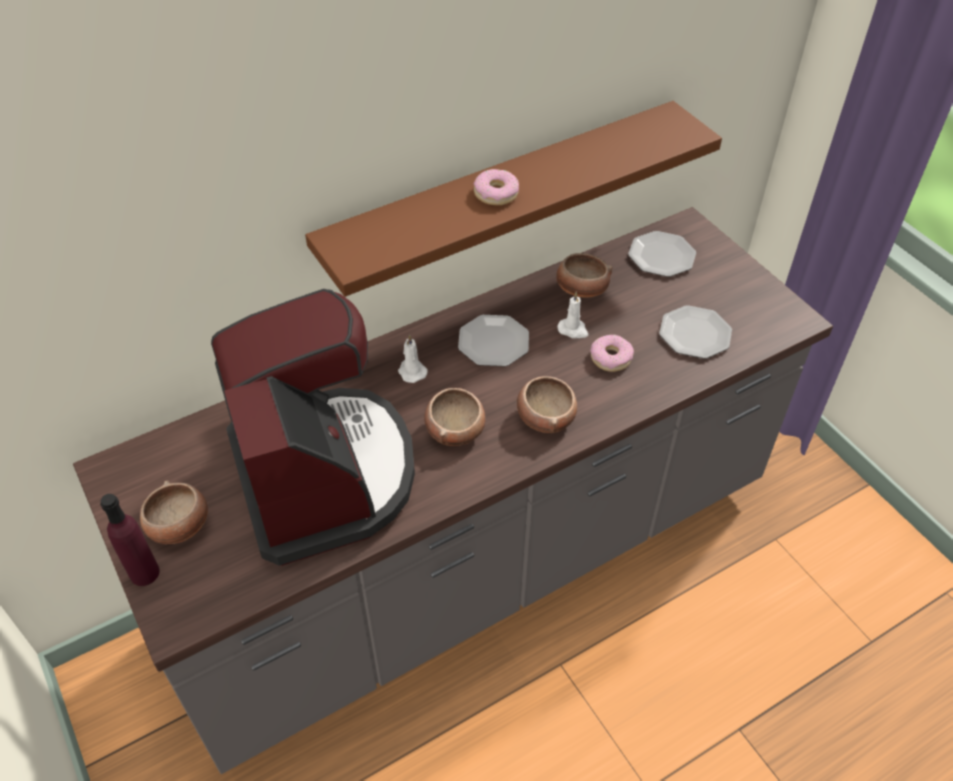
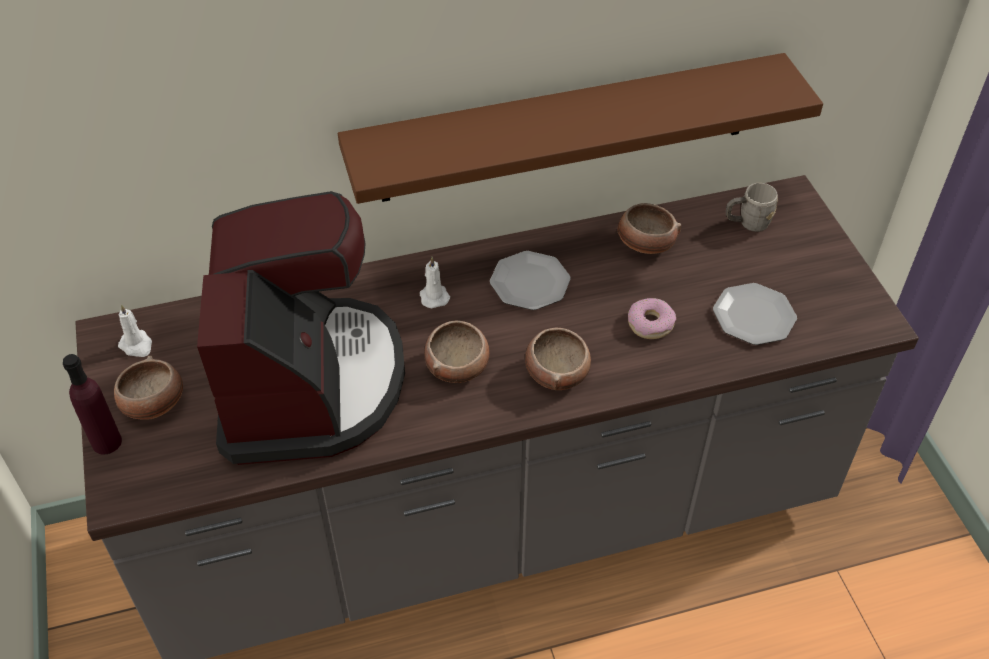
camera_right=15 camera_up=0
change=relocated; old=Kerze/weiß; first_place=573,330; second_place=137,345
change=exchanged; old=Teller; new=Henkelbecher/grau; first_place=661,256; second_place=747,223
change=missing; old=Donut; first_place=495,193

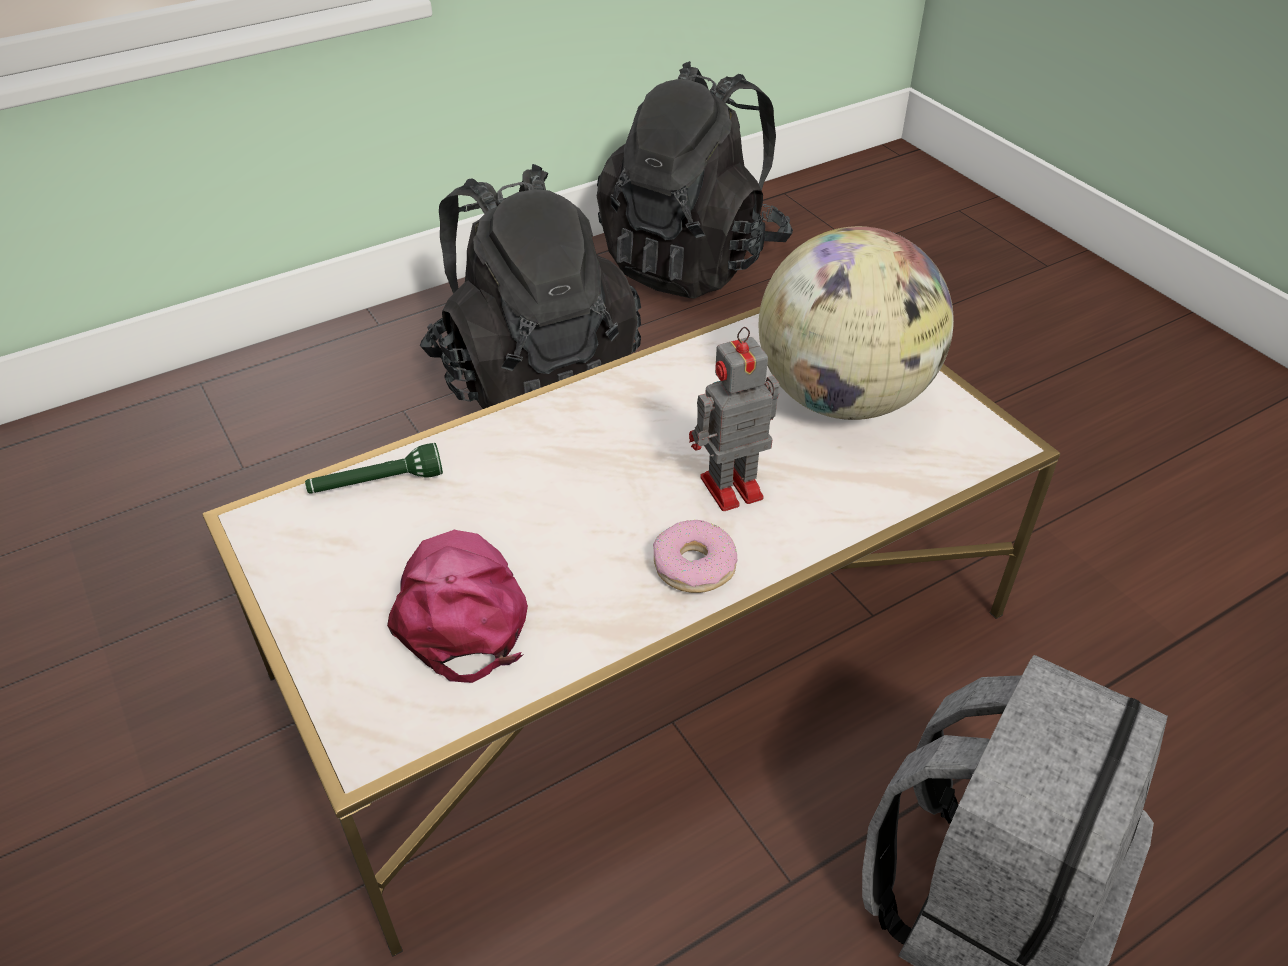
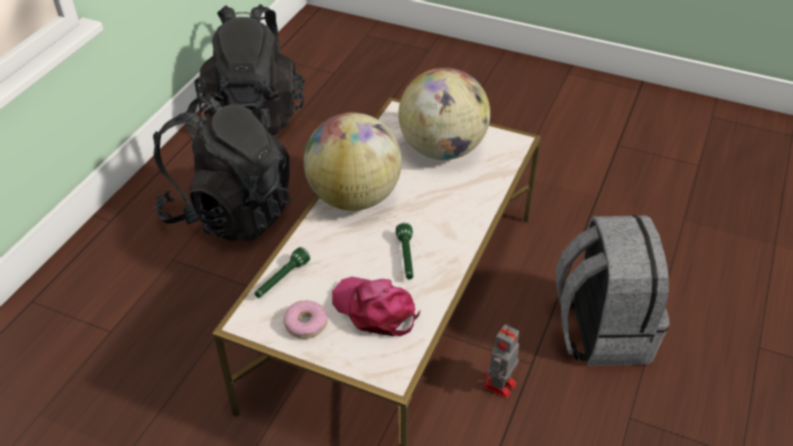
camera_right=-35 camera_up=0
change=relocated; old=Donut; first_place=694,565; second_place=306,324
change=appeared; new=Globus; second_place=354,197
change=appeared; new=Taschenlampe/grün; second_place=406,258
change=relocated; old=Spielzeugroboter; first_place=728,488; second_place=499,386

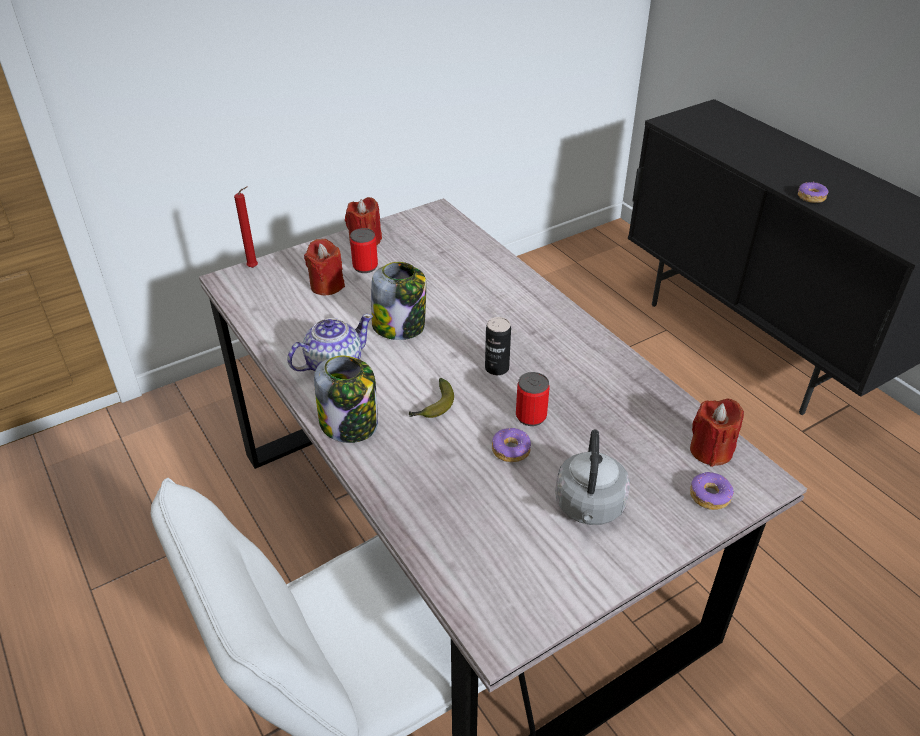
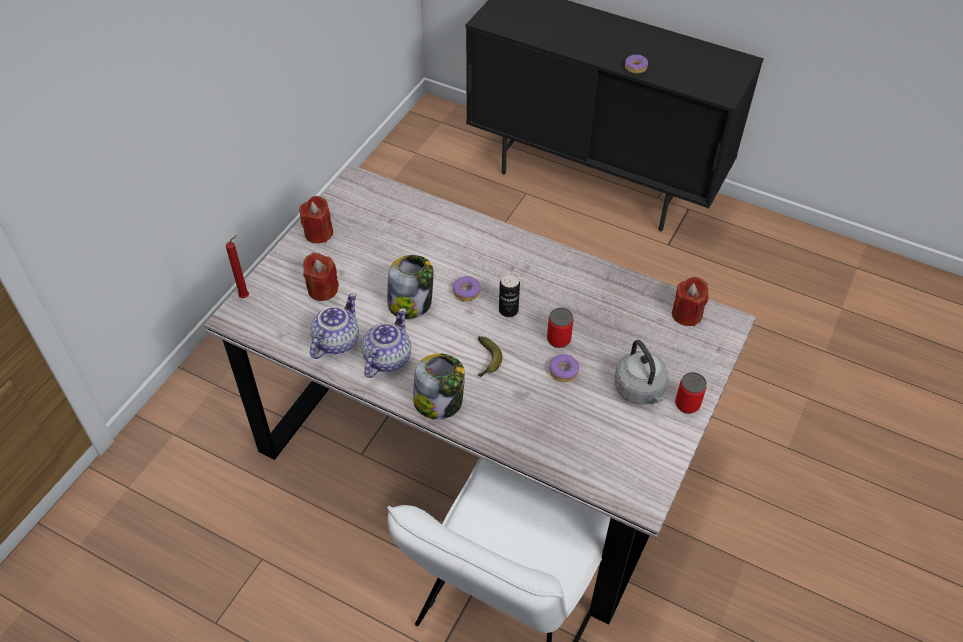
camera_right=-30 camera_up=10
change=appeared; new=Teekanne; second_place=336,341
change=relocated; old=Donut; first_place=709,496; second_place=466,292
change=relocated; old=Dose; first_place=365,267; second_place=687,404

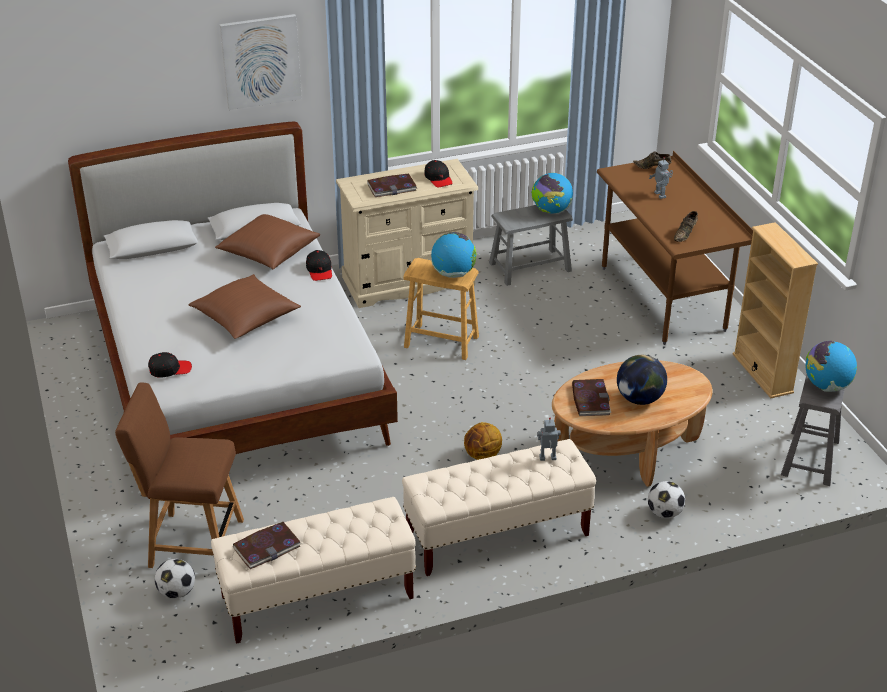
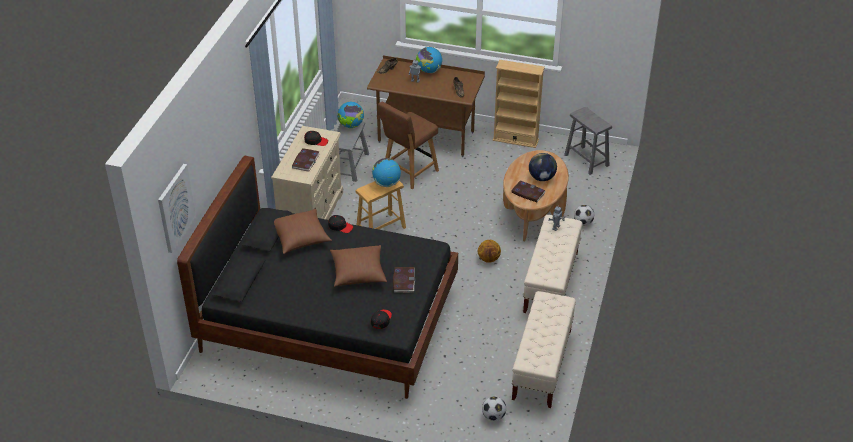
camera_right=-55 camera_up=5
change=relocated; old=Bild; first_place=261,61; second_place=175,208
change=colour; old=Bett/weiß; new=Bett/schwarz; first_place=237,376; second_place=330,319
change=relocated; old=Stuhl/braun; first_place=191,542; second_place=408,173
change=relocated; old=Buch; first_place=267,547; second_place=403,281
change=relocated; old=Globus; first_place=826,386; second_place=429,71

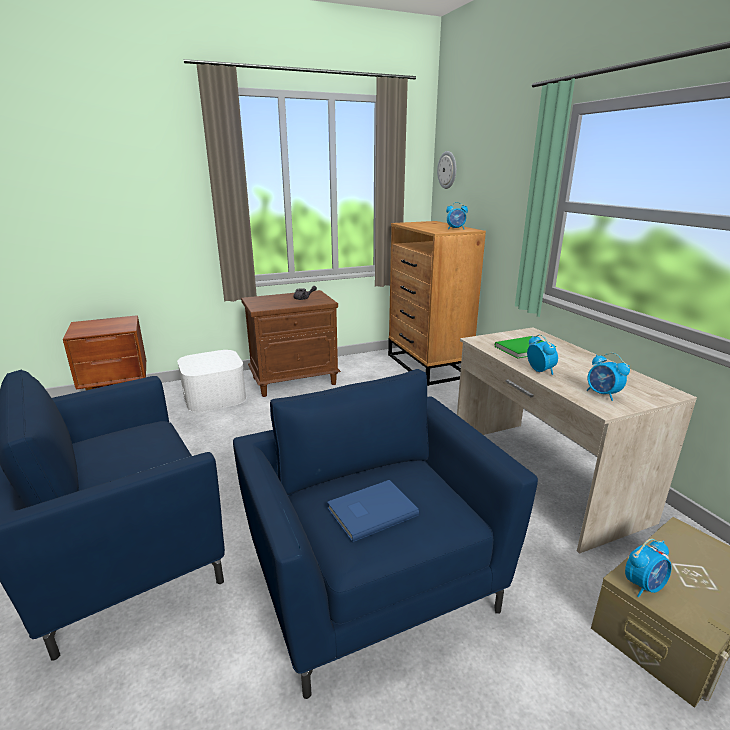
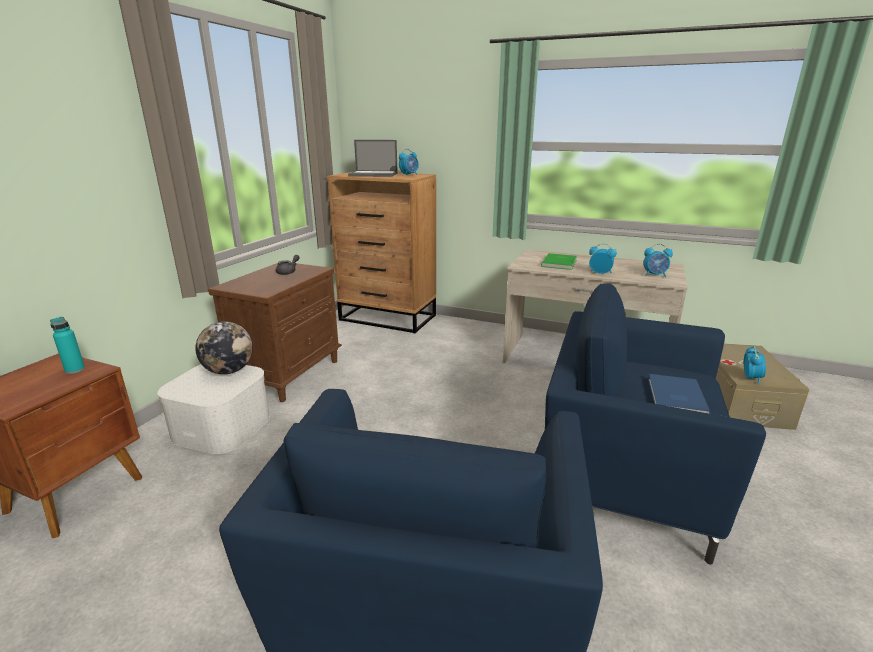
camera_right=-45 camera_up=0
change=appeared; new=Flasche/türkis; second_place=75,370
change=appeared; new=Globus; second_place=229,371
change=appeared; new=Laptop; second_place=374,174
change=missing; old=Wanduhr; first_place=447,170

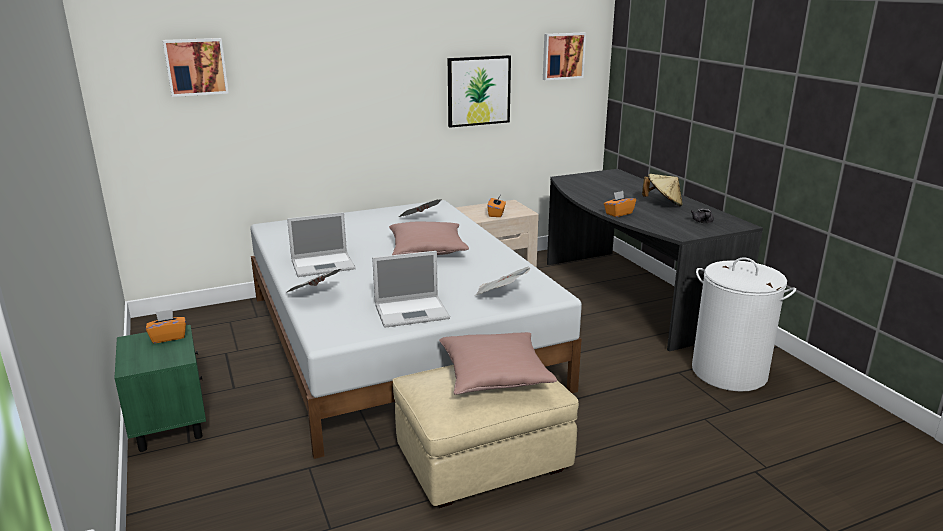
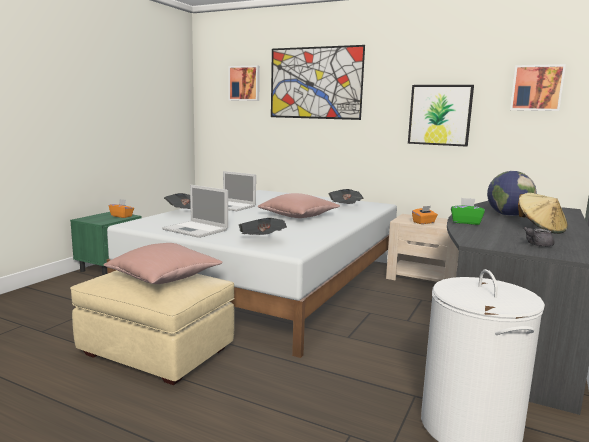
camera_right=50 camera_up=-10
change=appeared; new=Bild; second_place=315,83
change=colour; old=Taschentuchbox/orange; new=Taschentuchbox/grün; first_place=618,213; second_place=465,222
change=appeared; new=Globus; second_place=508,215

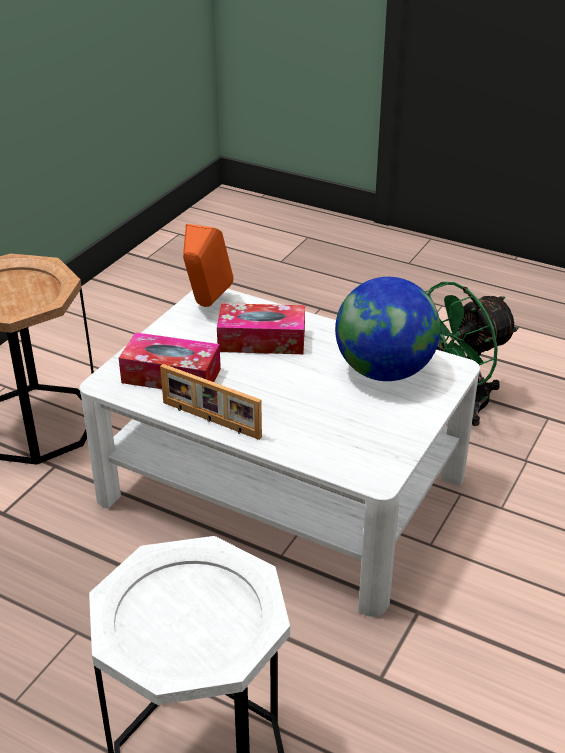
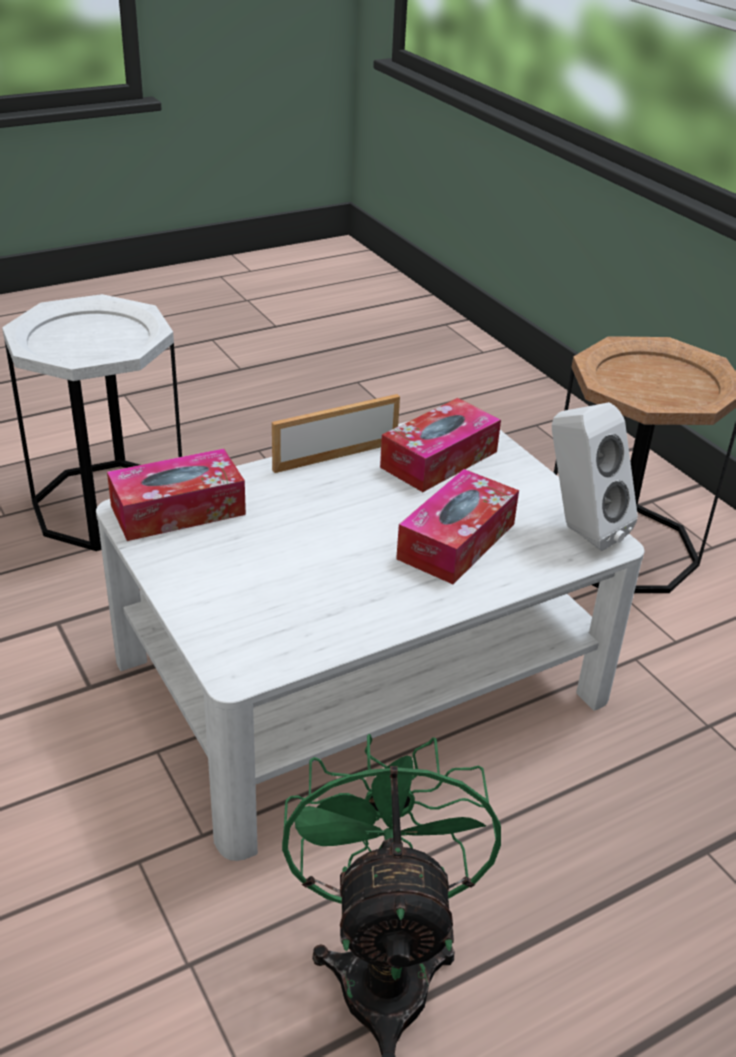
camera_right=120 camera_up=0
change=appeared; new=Taschentuchbox; second_place=178,510
change=colour; old=Lautsprecher/orange; new=Lautsprecher/weiß; first_place=206,305; second_place=579,531
change=missing; old=Globus; first_place=384,371

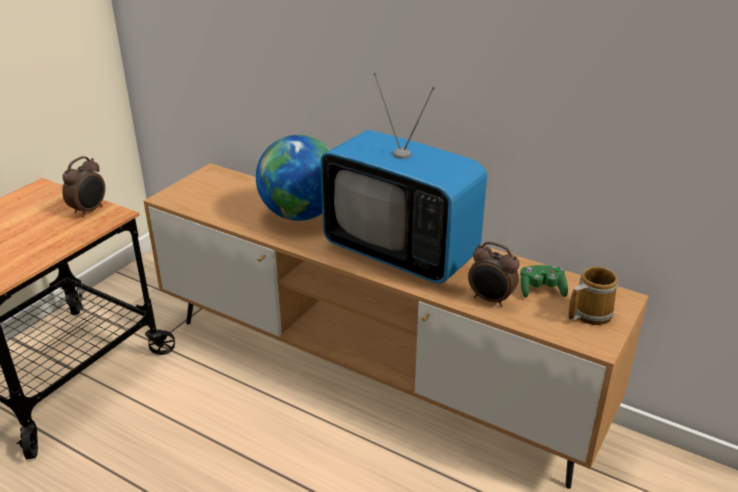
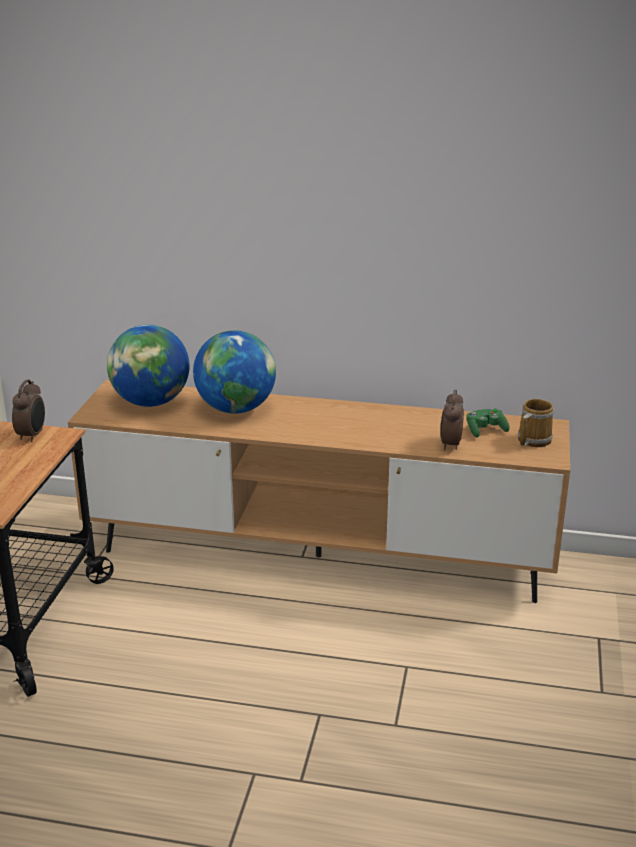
camera_right=-20 camera_up=-5
change=appeared; new=Globus; second_place=151,402
change=spun; old=Wecker; first_place=490,300; second_place=450,444; degrees=90
change=missing; old=Fernseher; first_place=400,253

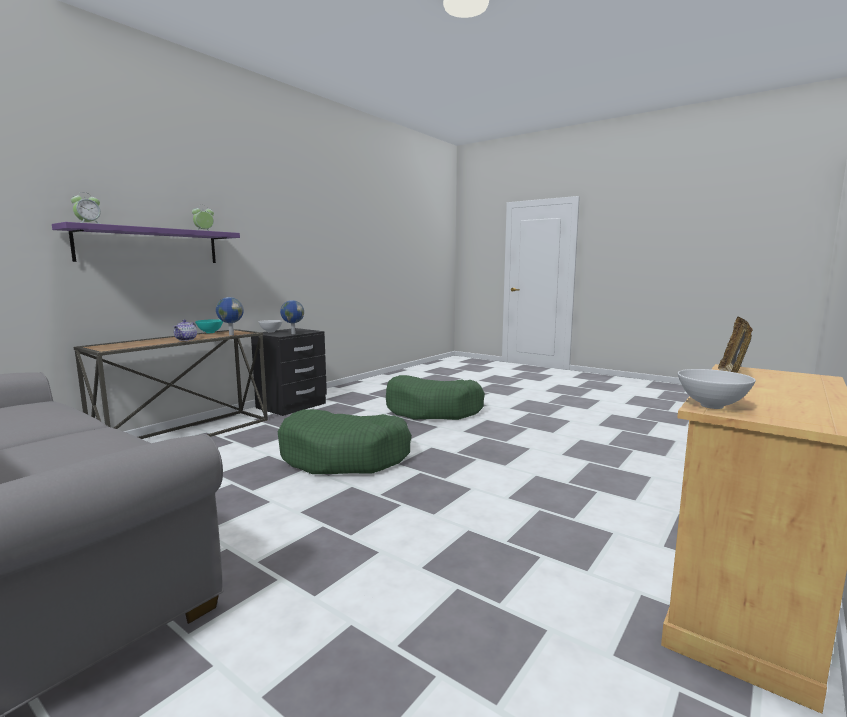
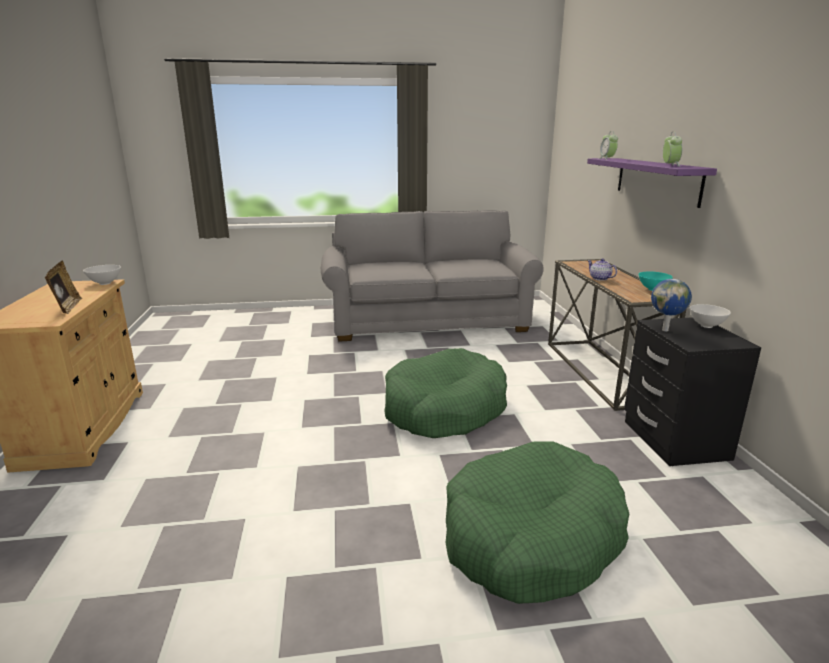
camera_right=135 camera_up=10
change=missing; old=Globus; first_place=231,335

